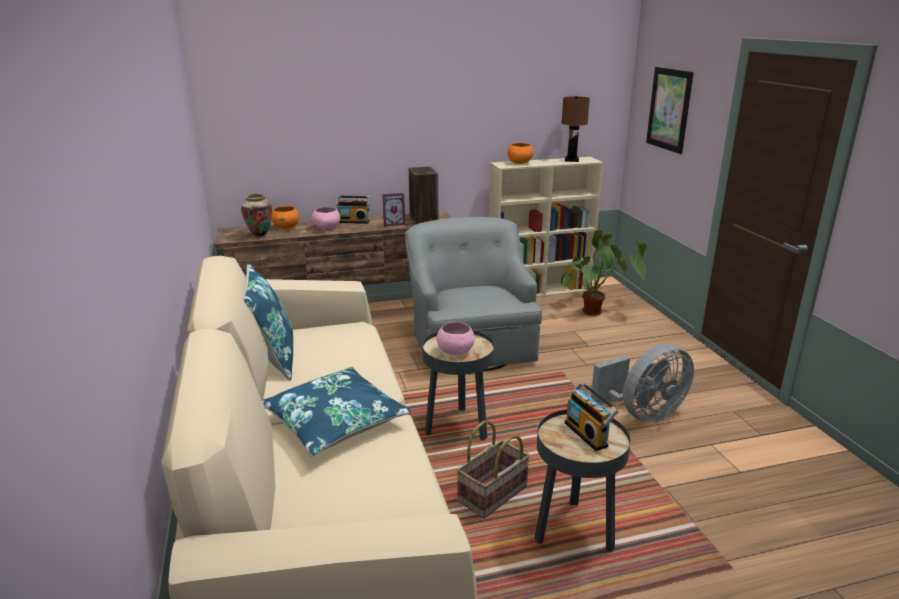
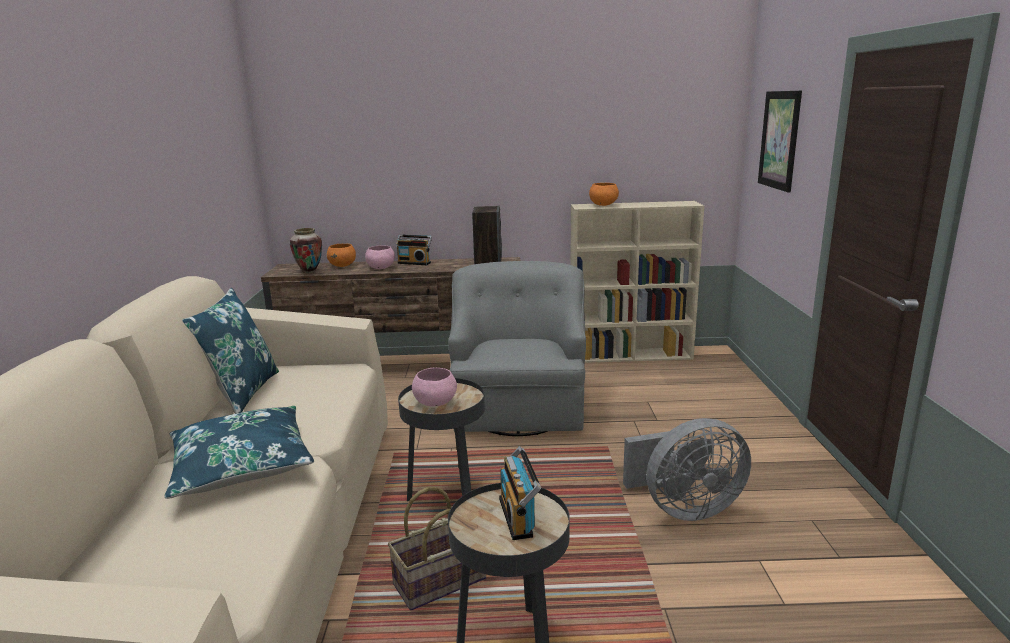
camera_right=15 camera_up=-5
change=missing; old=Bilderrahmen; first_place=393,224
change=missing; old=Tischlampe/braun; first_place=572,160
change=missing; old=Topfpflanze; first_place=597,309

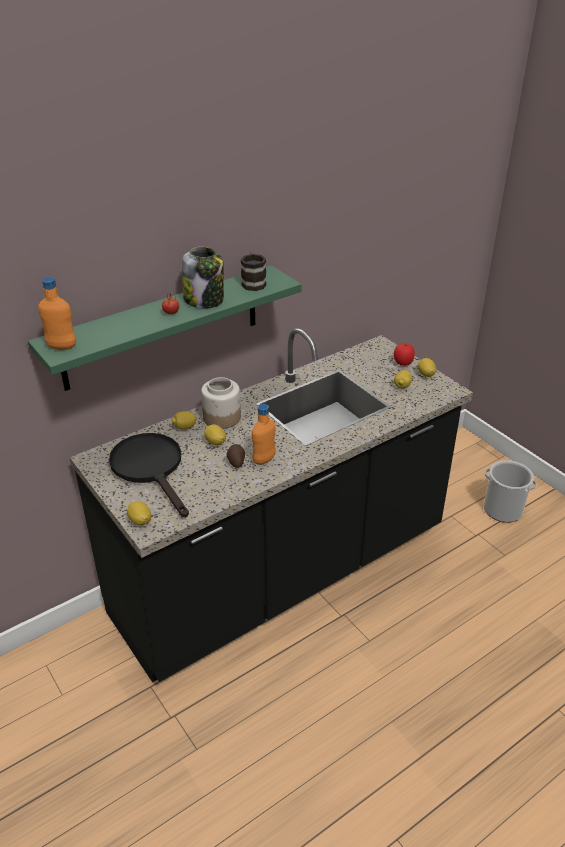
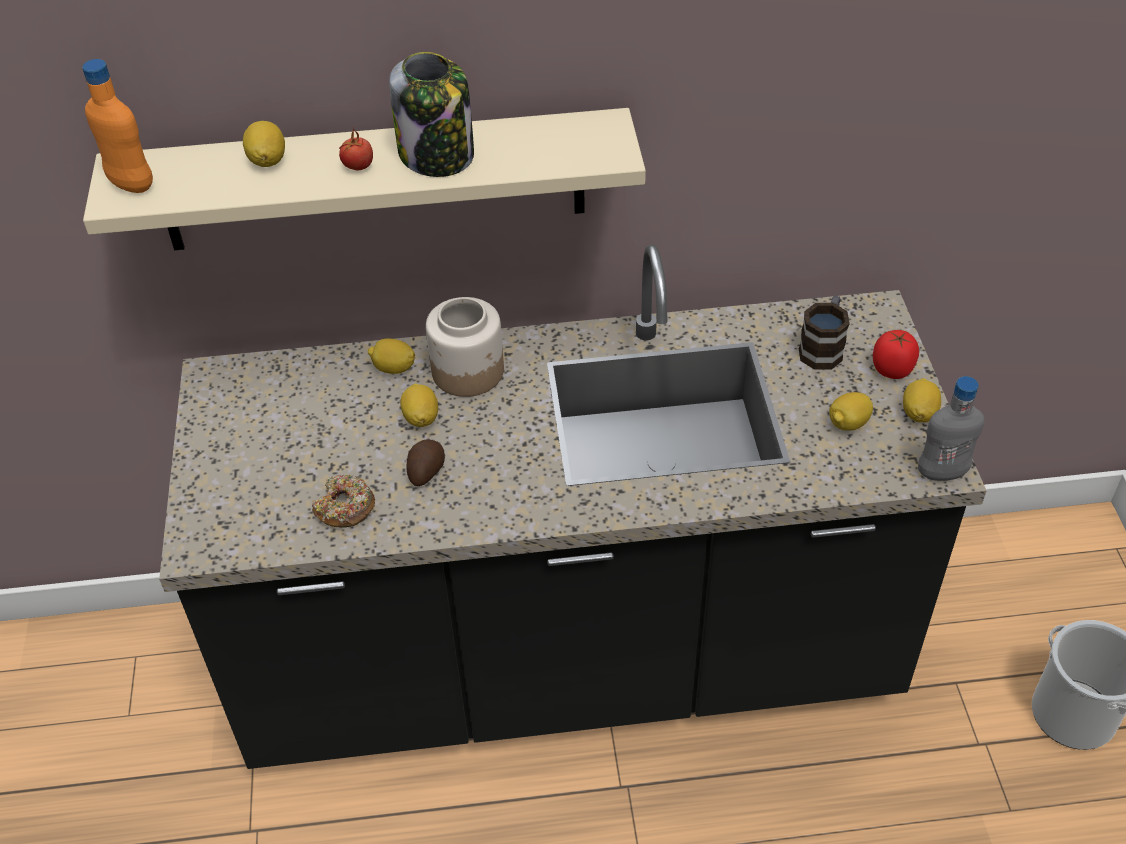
camera_right=30 camera_up=10
change=colour; old=Wandregal/grün; new=Wandregal/beige; first_place=162,327; second_place=373,181
change=relocated; old=Zitrone; first_place=140,521; second_place=267,160
change=appeared; new=Donut; second_place=345,508
change=relocated; old=Henkelbecher; first_place=253,282; second_place=823,347
change=appeared; new=Flasche/grau; second_place=941,473
change=missing; old=Pfanne/schwarz; first_place=151,468
change=missing; old=Flasche/orange; first_place=264,460

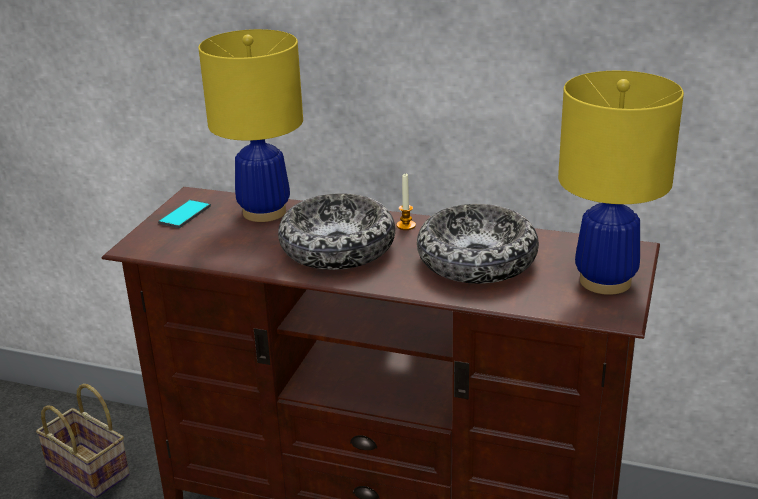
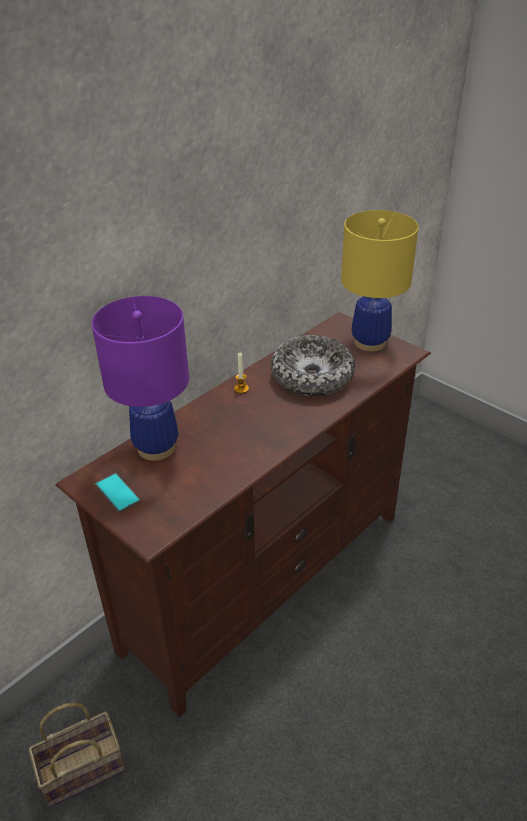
camera_right=-65 camera_up=10
change=colour; old=Tischlampe/gelb; new=Tischlampe/lila; first_place=264,212; second_place=156,447
change=missing; old=Schüssel; first_place=338,248

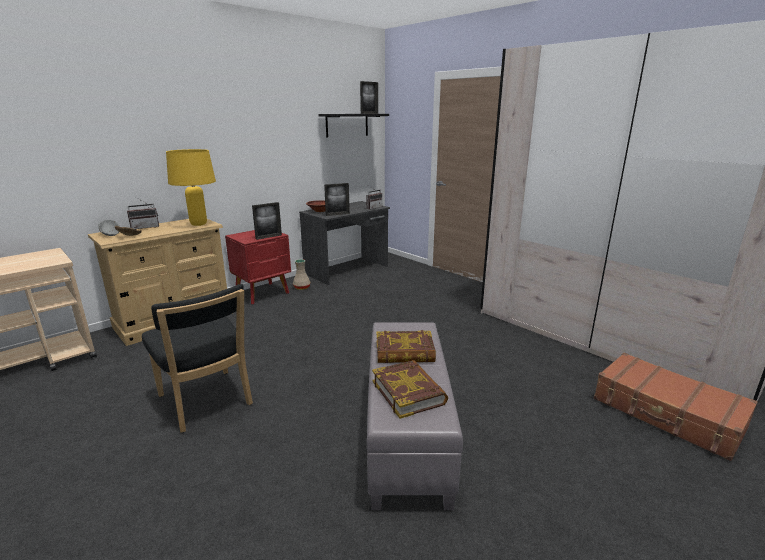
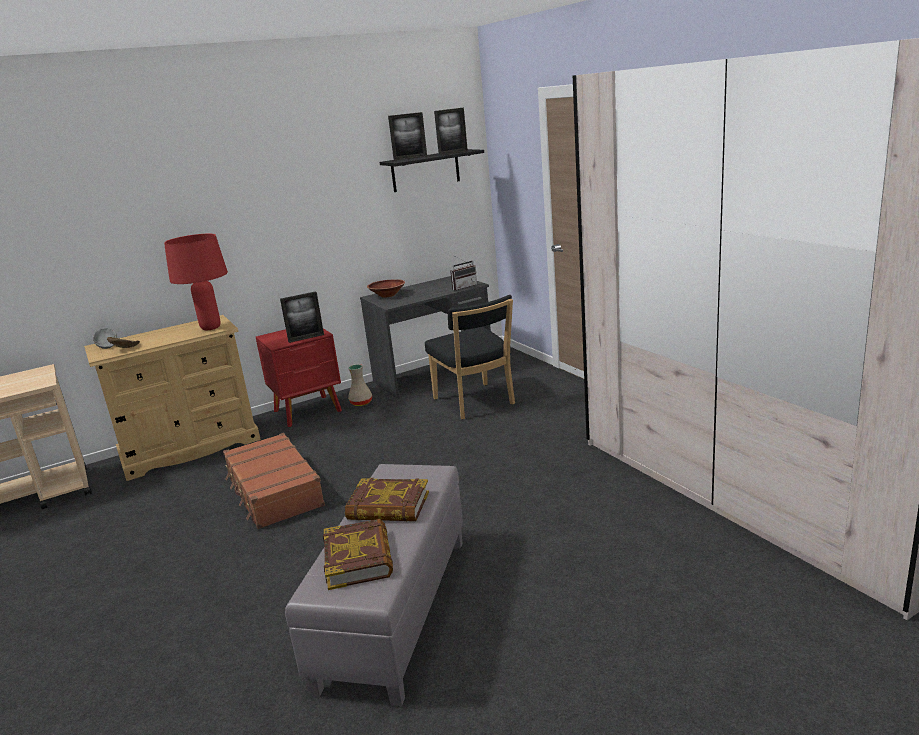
camera_right=15 camera_up=0
change=colour; old=Tischlampe/gelb; new=Tischlampe/rot; first_place=198,224; second_place=211,328
change=relocated; old=Koffer/braun; first_place=666,414; second_place=274,492
change=relocated; old=Bilderrahmen; first_place=337,214; second_place=410,158
change=relocated; old=Stuhl/schwarz; first_place=207,402; second_place=475,403
change=missing; old=Radio; first_place=145,227

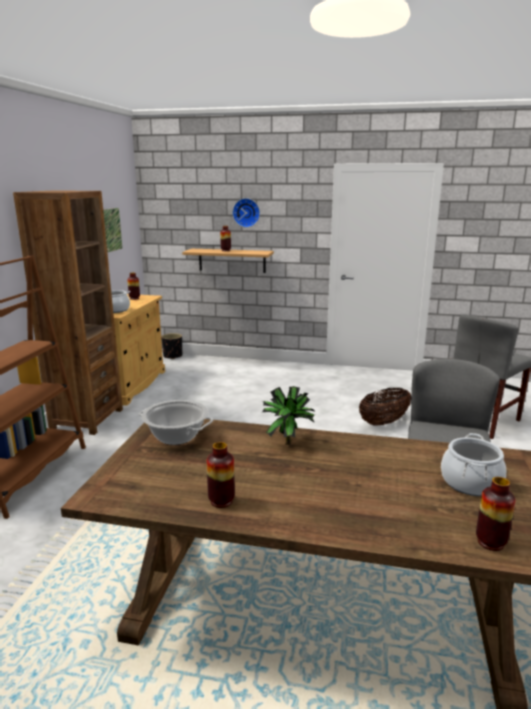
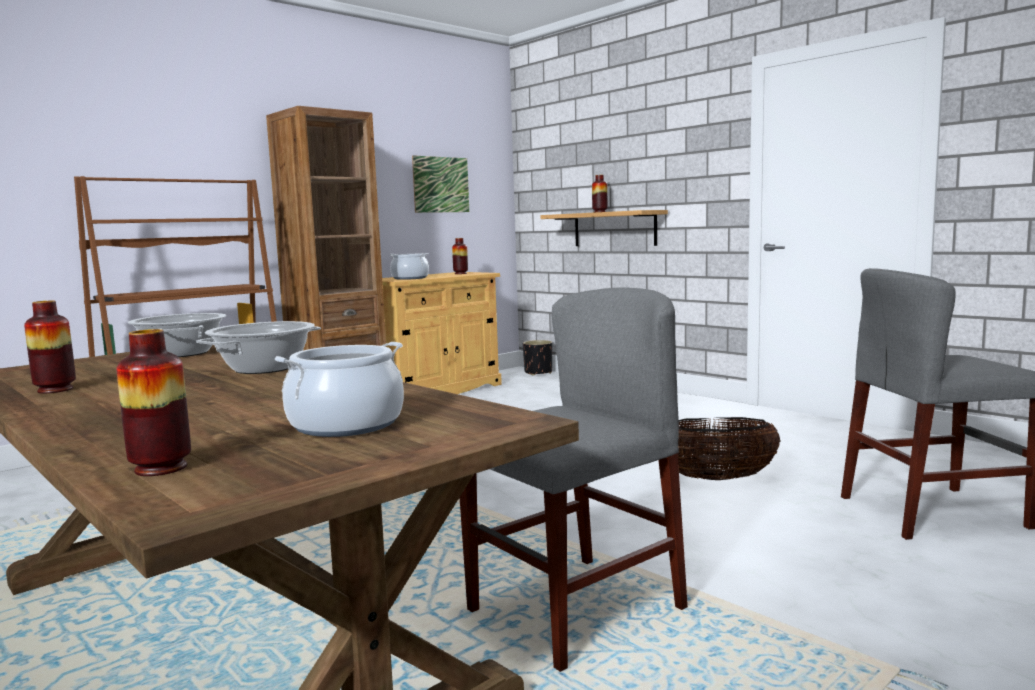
camera_right=35 camera_up=-10
change=exchanged; old=Topfpflanze; new=Kochtopf; first_place=288,442; second_place=264,368
change=missing; old=Wanduhr; first_place=246,212

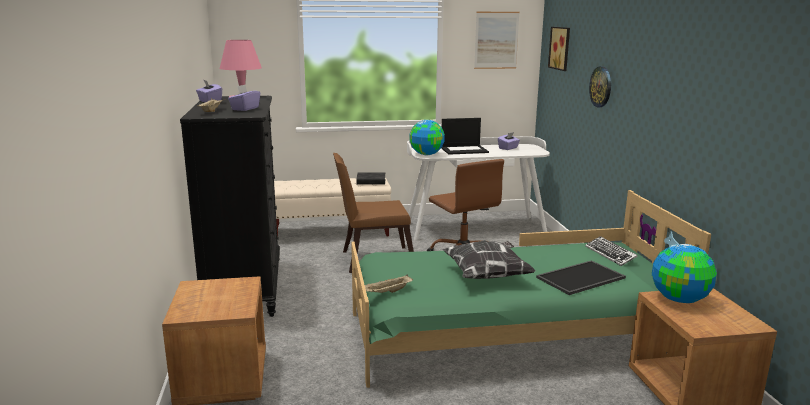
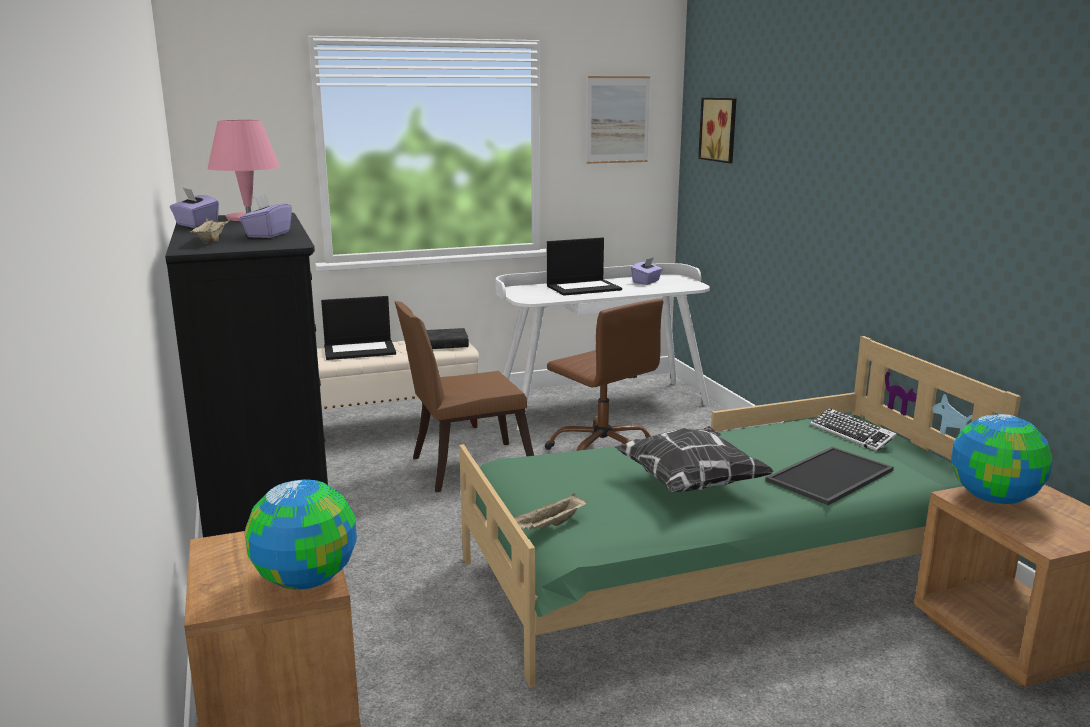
camera_right=-10 camera_up=0
change=relocated; old=Globus; first_place=426,154; second_place=307,579
change=appeared; new=Laptop; second_place=360,350
change=missing; old=Wanduhr; first_place=601,87

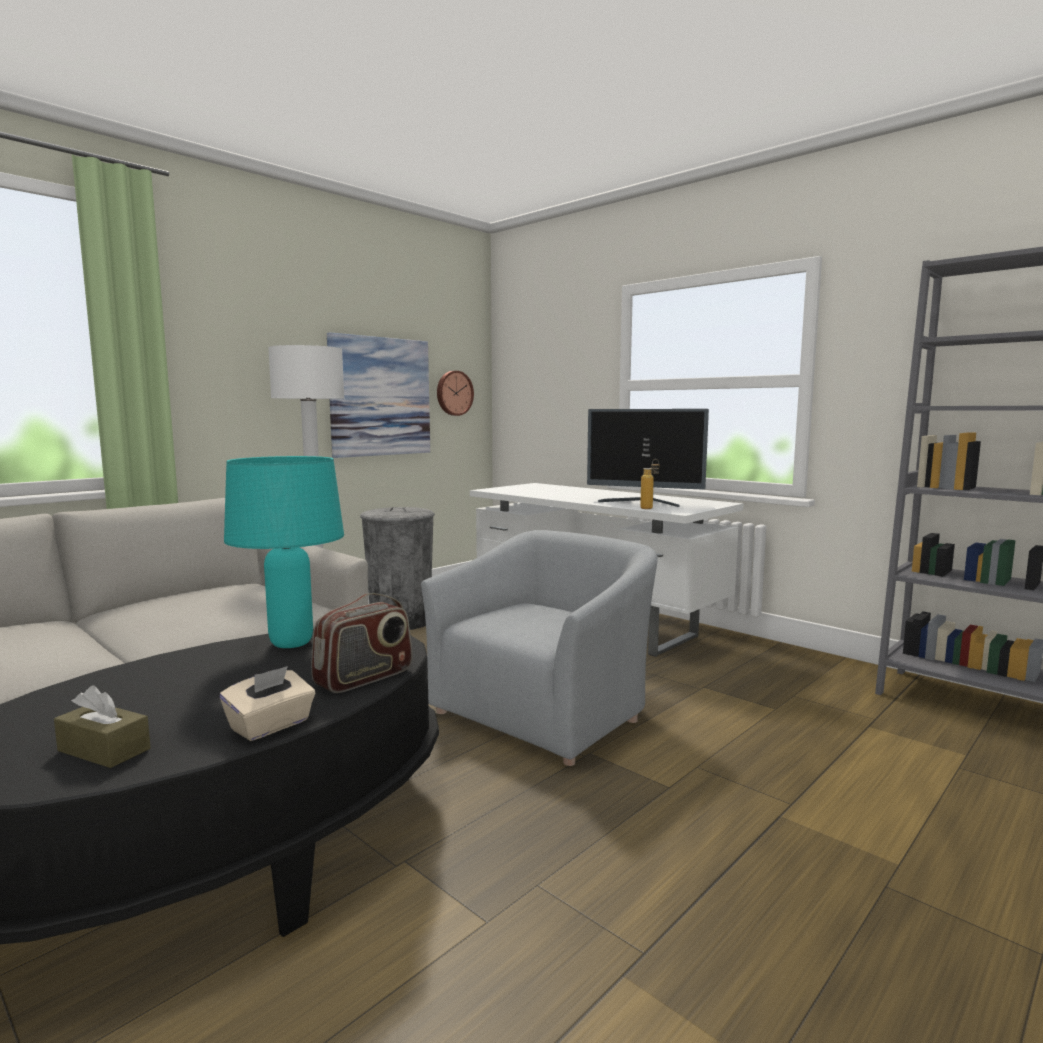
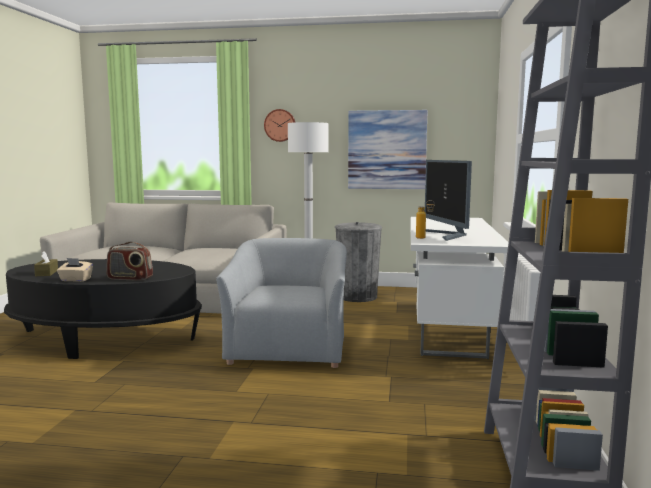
camera_right=55 camera_up=0
change=spun; old=Sessel/grau; first_place=544,711; second_place=288,349; degrees=-90
change=relocated; old=Wanduhr; first_place=453,393; second_place=280,125
change=missing; old=Tischlampe/türkis; first_place=290,643

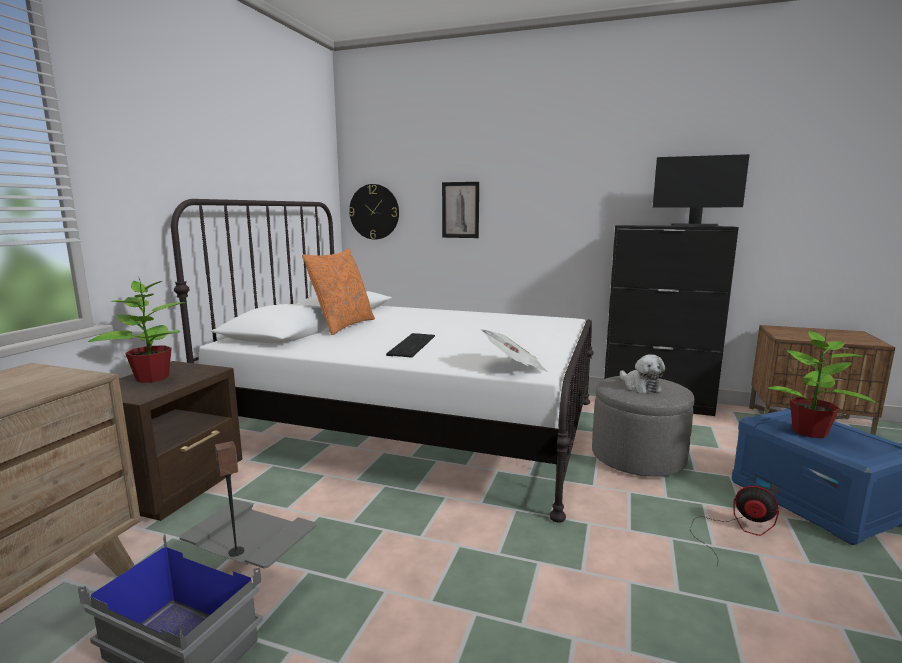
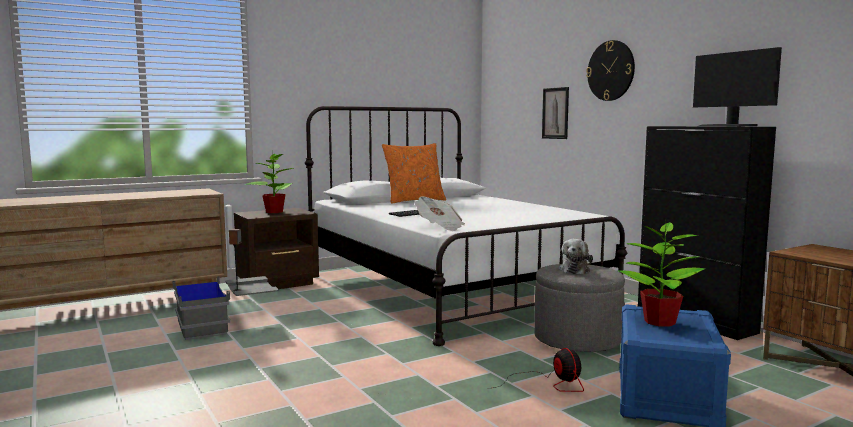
camera_right=40 camera_up=-5
change=relocated; old=Wanduhr; first_place=374,212; second_place=611,70

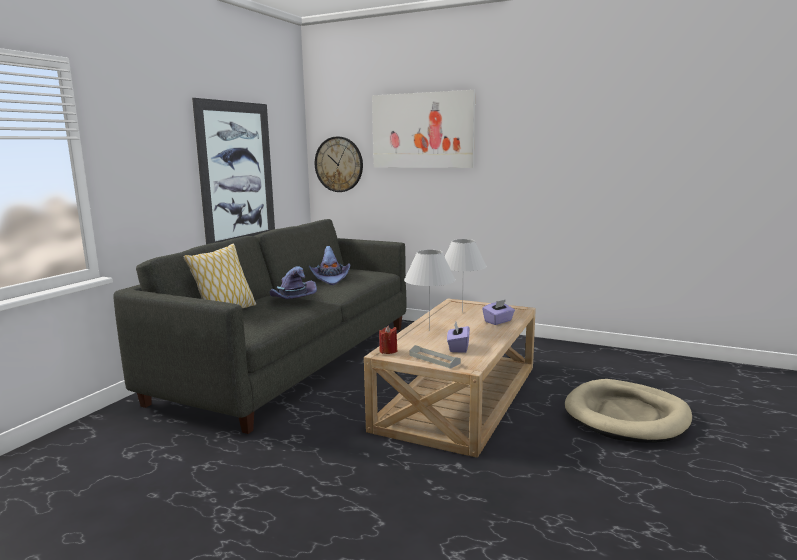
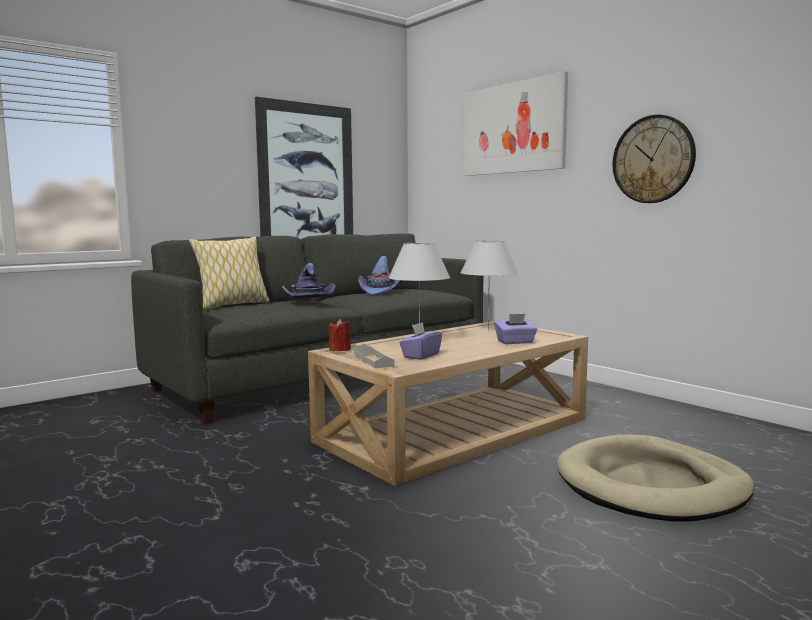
camera_right=25 camera_up=-5
change=relocated; old=Wanduhr; first_place=339,164; second_place=653,159

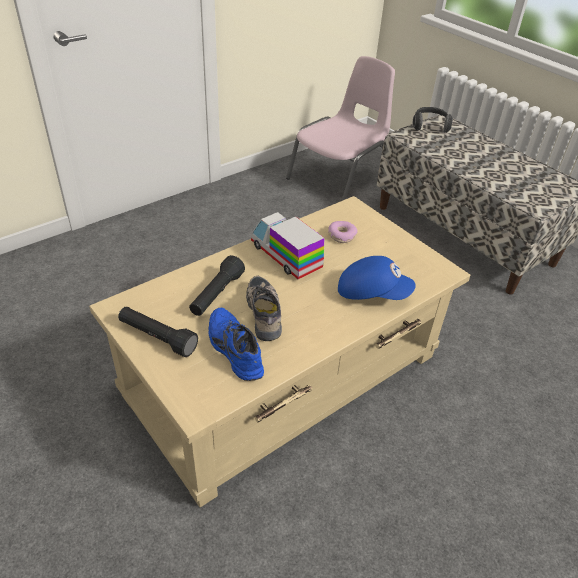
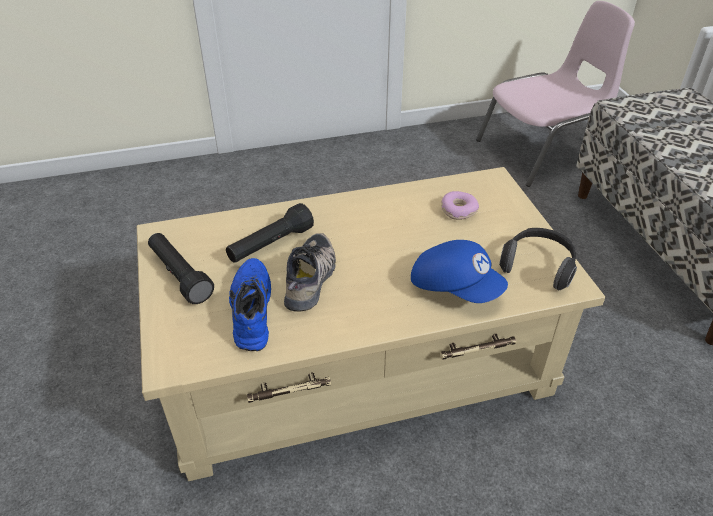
camera_right=25 camera_up=0
change=relocated; old=Kopfhörer; first_place=430,126; second_place=538,266
change=missing; old=Spielzeuglaster; first_place=285,256

